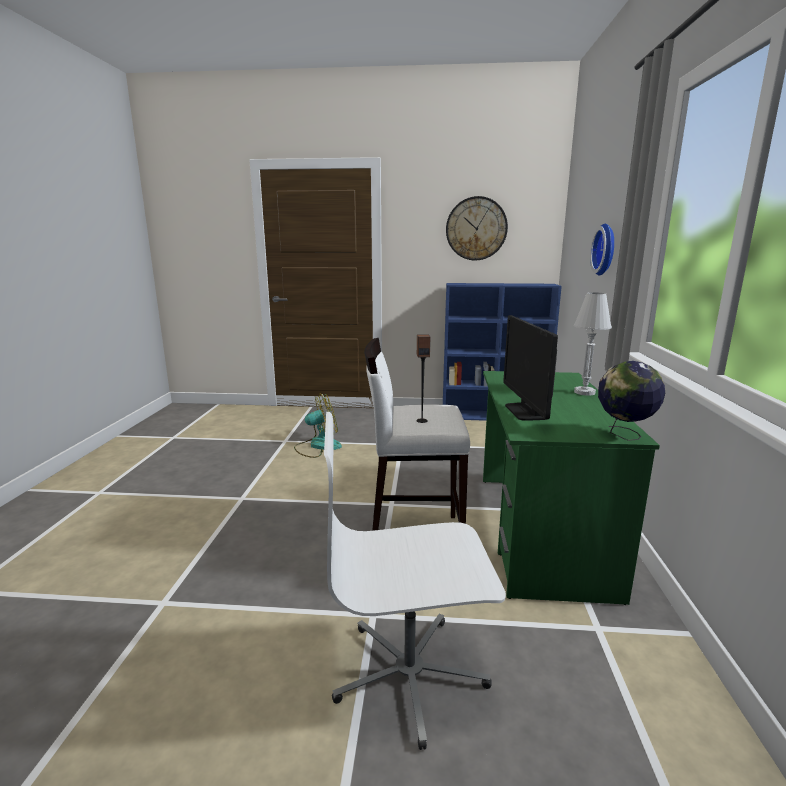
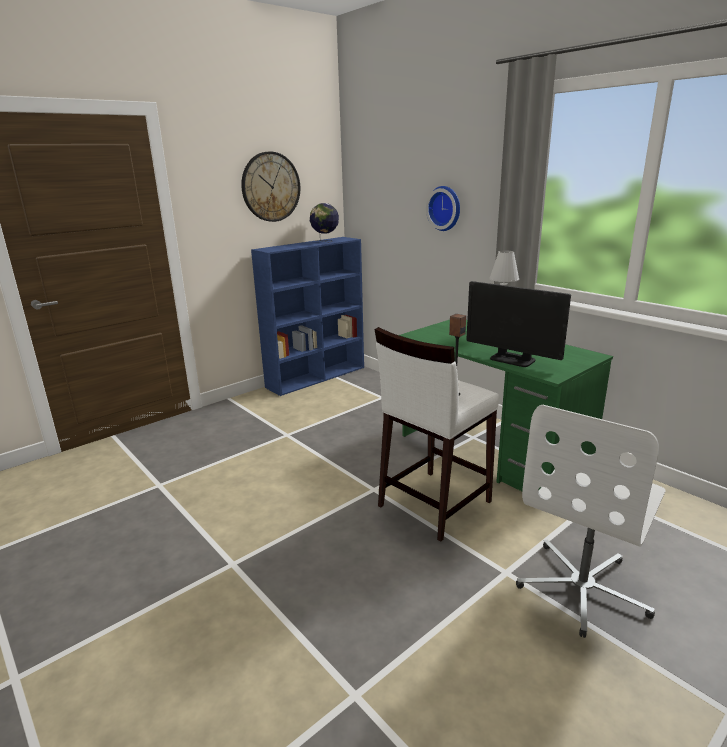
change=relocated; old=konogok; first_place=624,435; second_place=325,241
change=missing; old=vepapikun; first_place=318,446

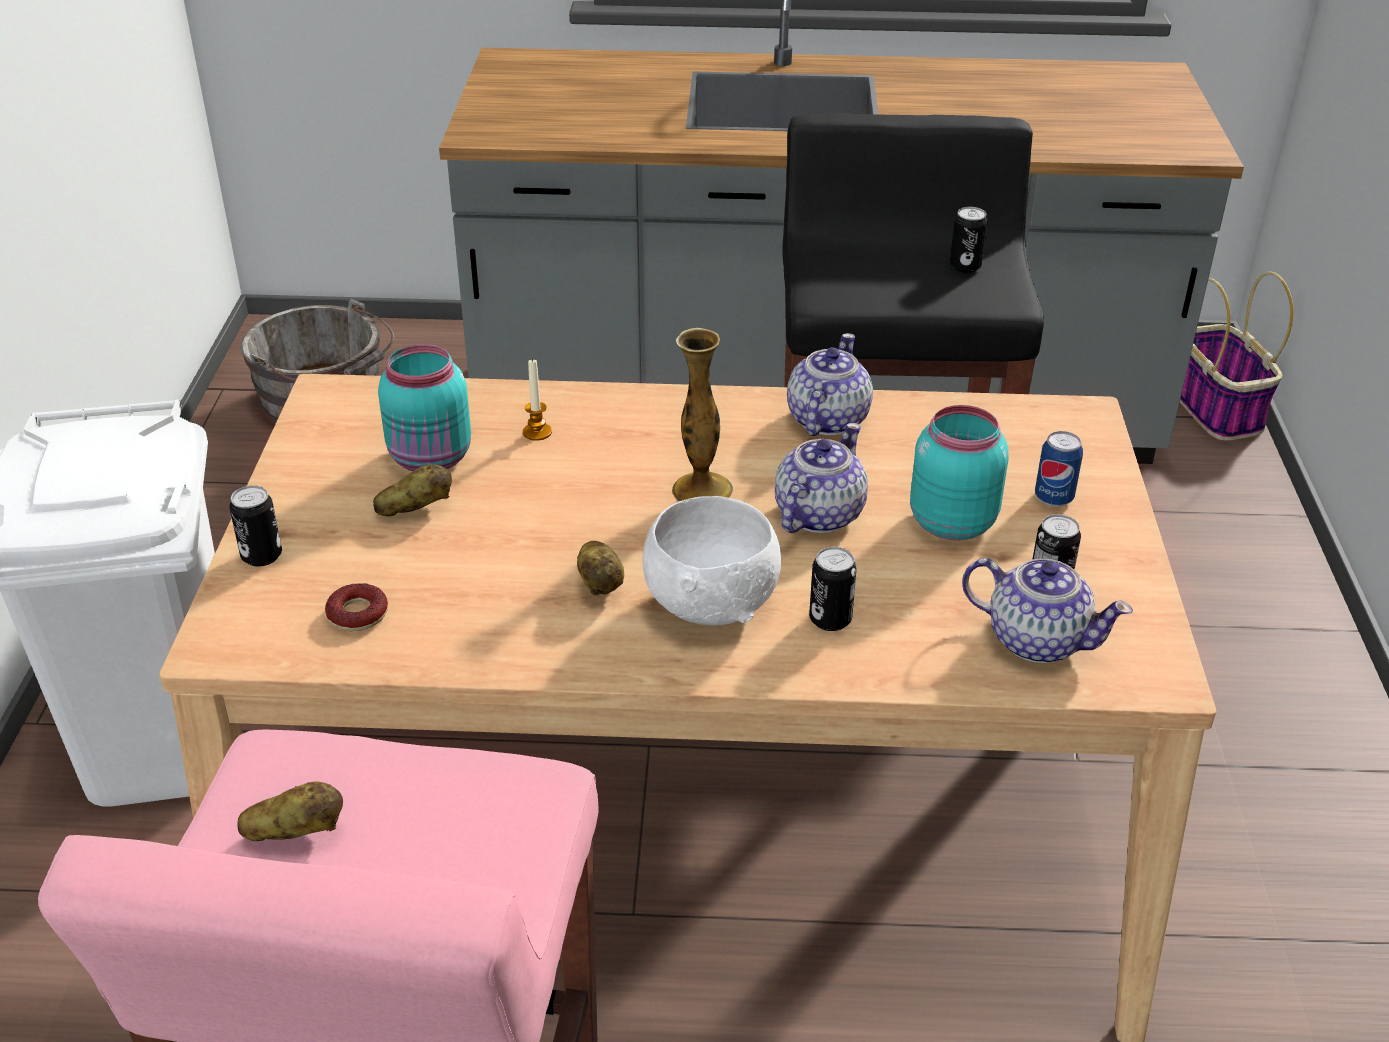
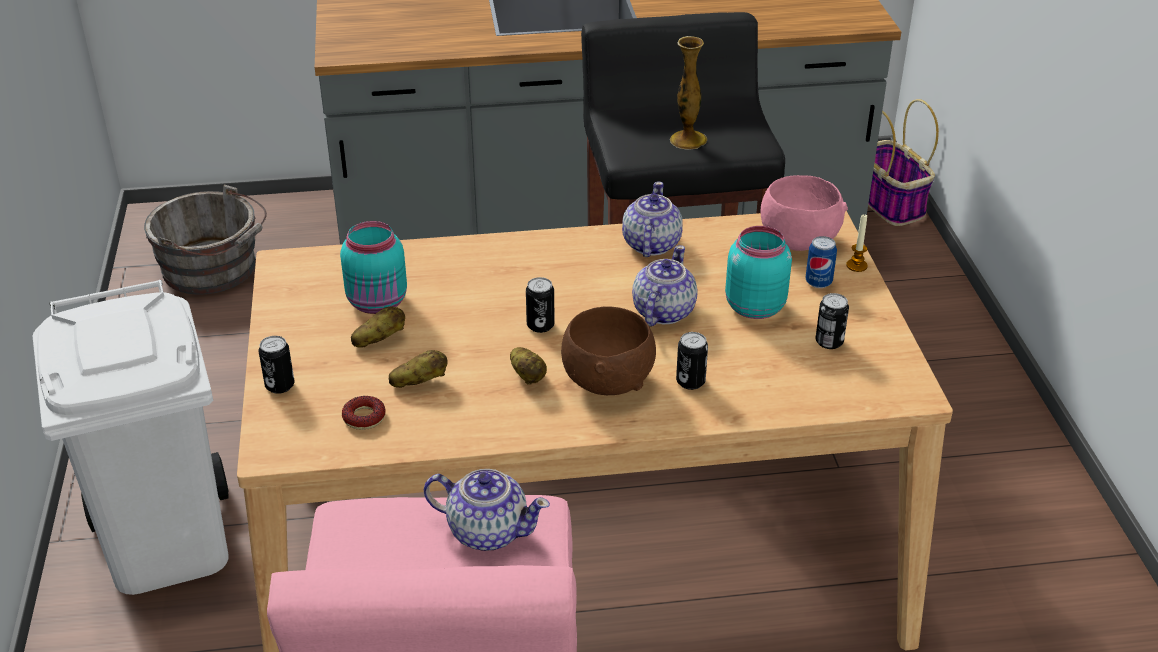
change=relocated; old=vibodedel; first_place=965,266; second_place=540,325
change=relocated; old=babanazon; first_place=702,490; second_place=688,140
change=relocated; old=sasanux; first_place=537,432; second_place=856,266
change=colour; old=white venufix; new=brown venufix; first_place=712,604; second_place=608,381
change=relocated; old=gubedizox; first_place=1036,639; second_place=487,530
change=relocated; old=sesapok; first_place=295,833; second_place=419,382
change=appeared; new=pink venufix; second_place=797,240

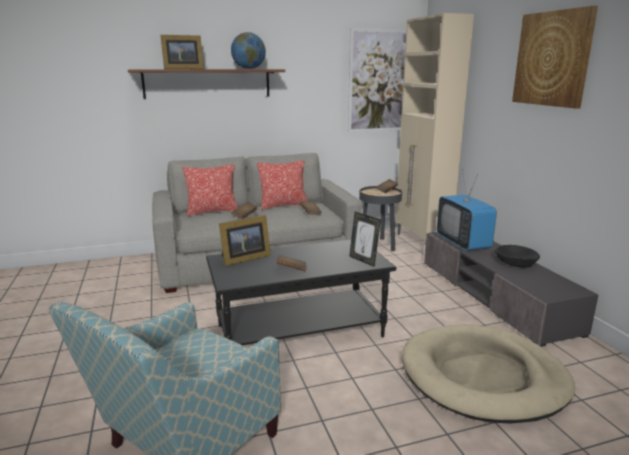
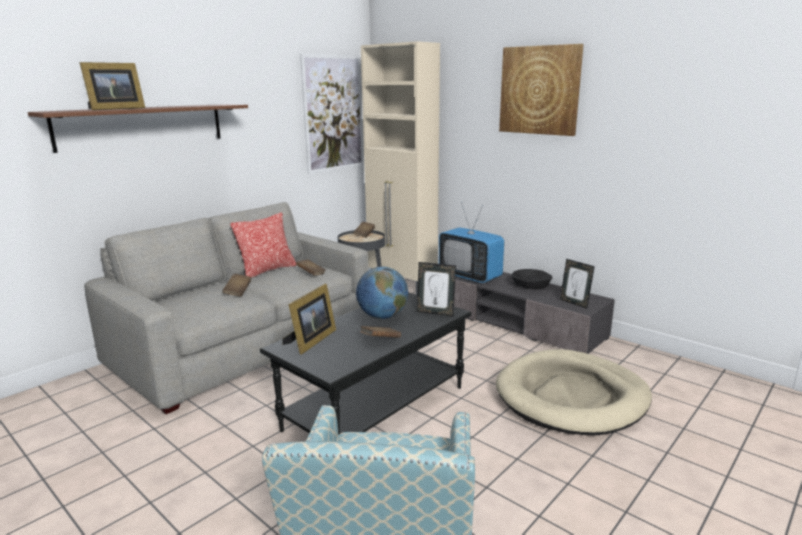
change=relocated; old=konogok; first_place=249,69; second_place=382,316
change=missing; old=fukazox; first_place=212,212
change=appeared; new=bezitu; second_place=574,303

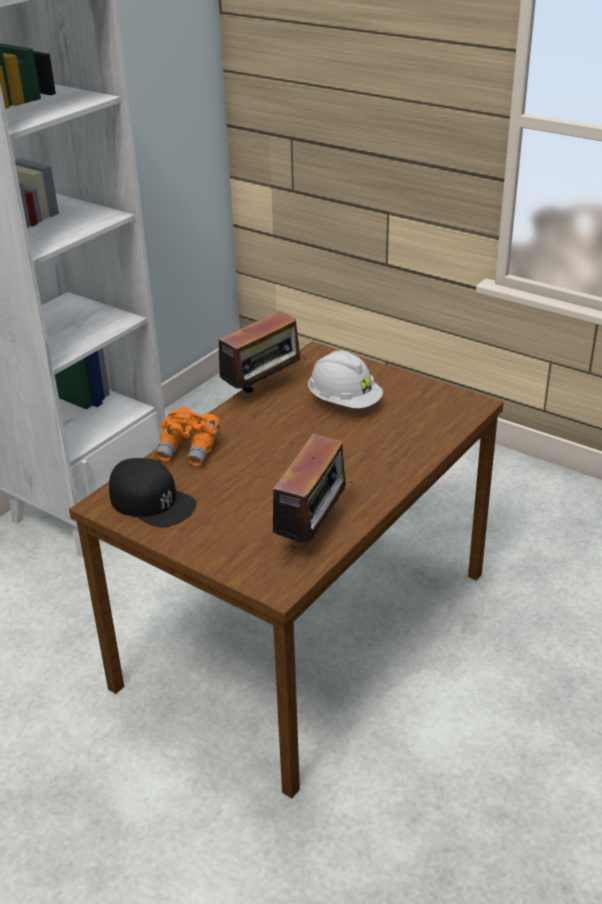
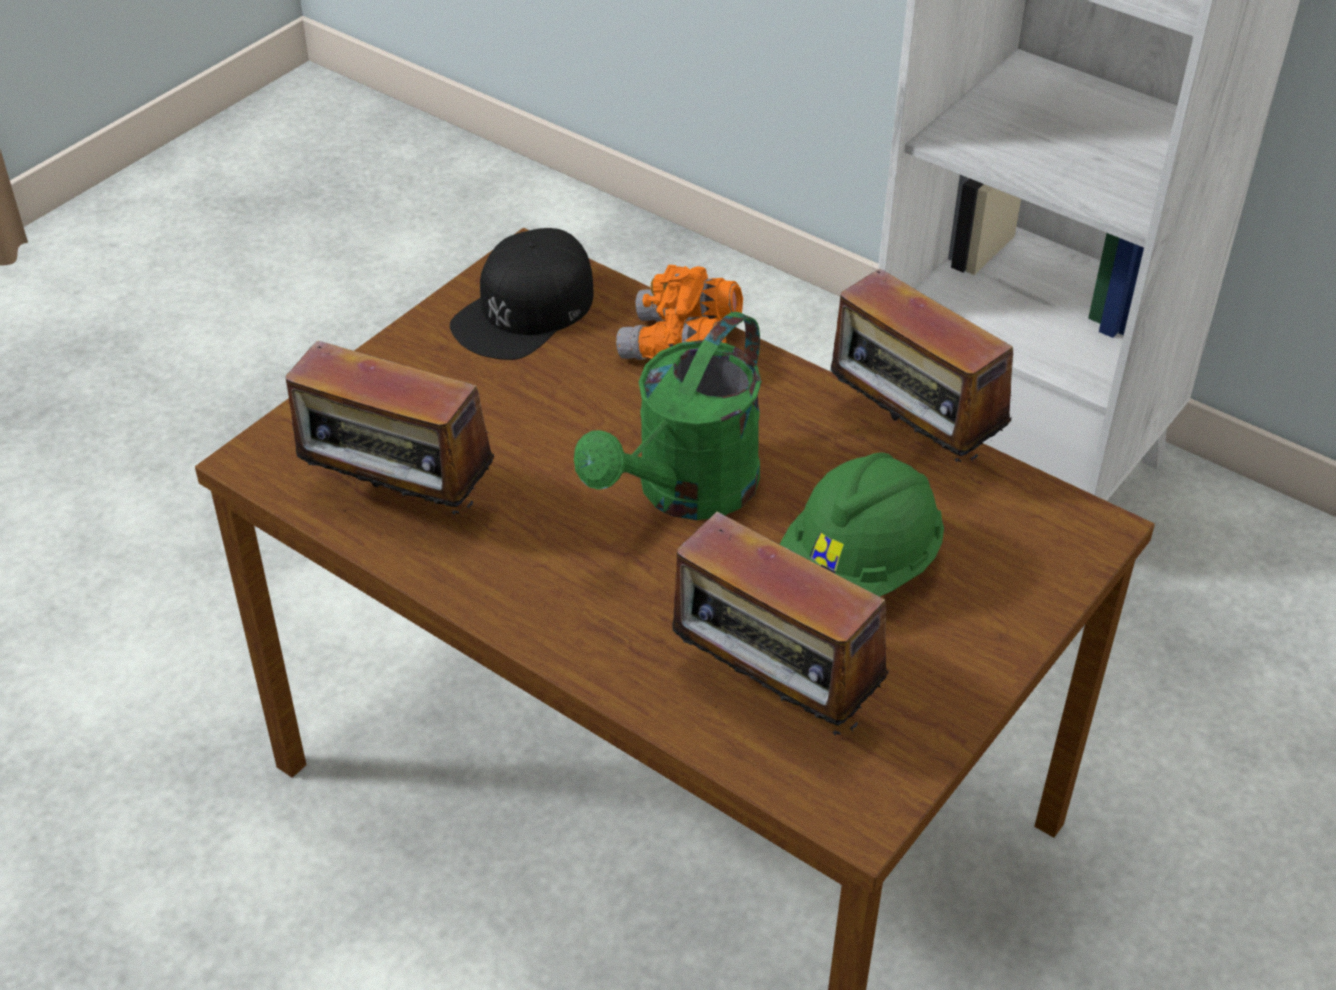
change=colour; old=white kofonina; new=green kofonina; first_place=344,402; second_place=860,566
change=appeared; new=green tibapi; second_place=685,493
change=appeared; new=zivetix; second_place=772,697

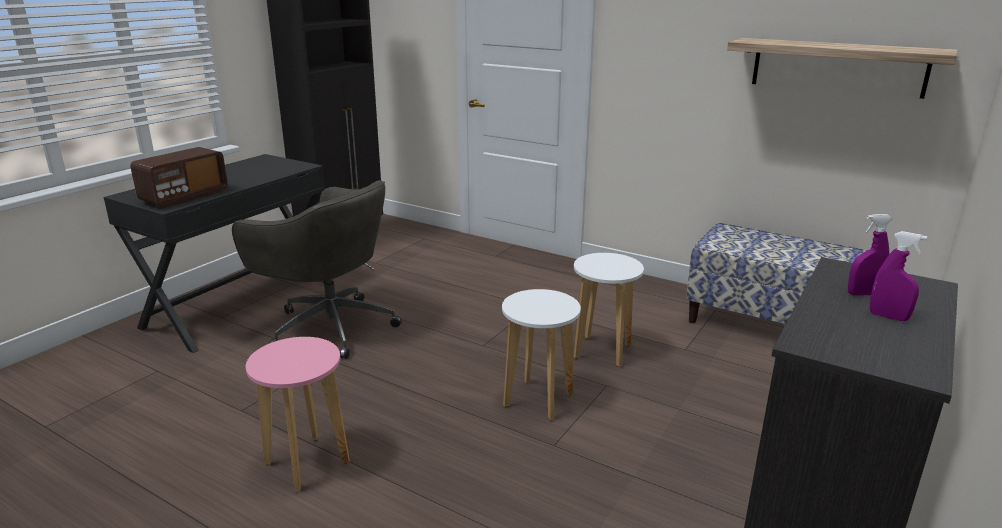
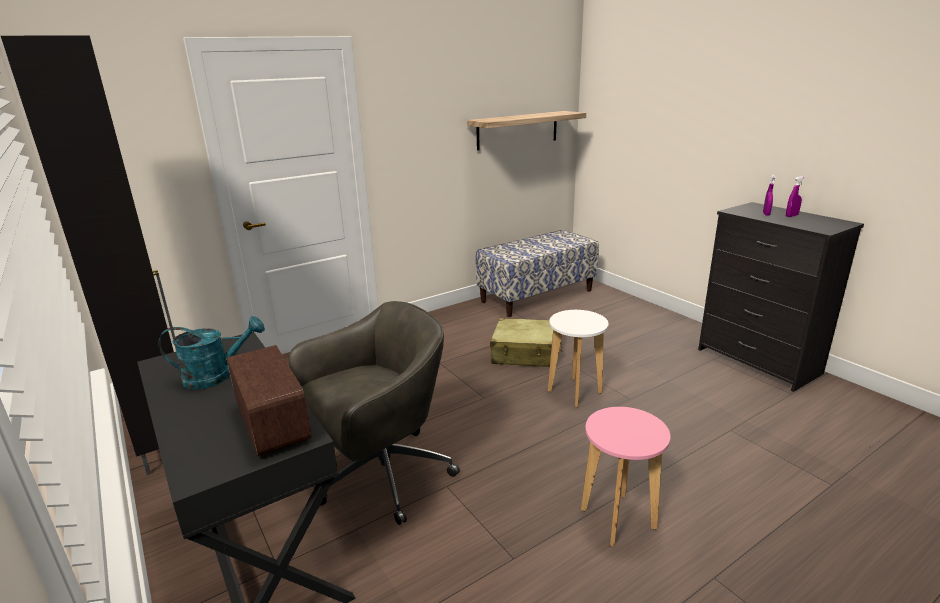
change=exchanged; old=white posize; new=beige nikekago; first_place=603,351; second_place=526,353
change=appeared; new=turquoise tibapi; second_place=216,376

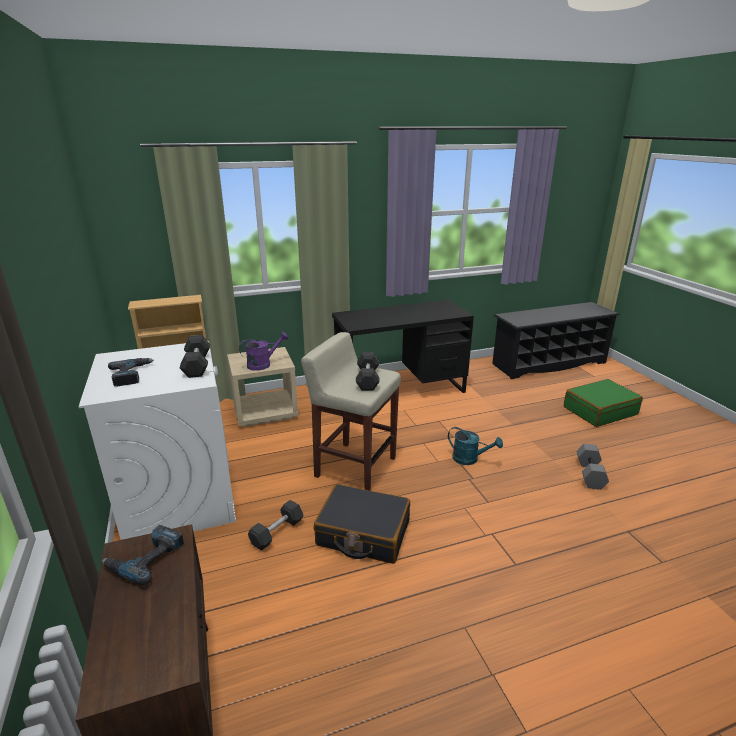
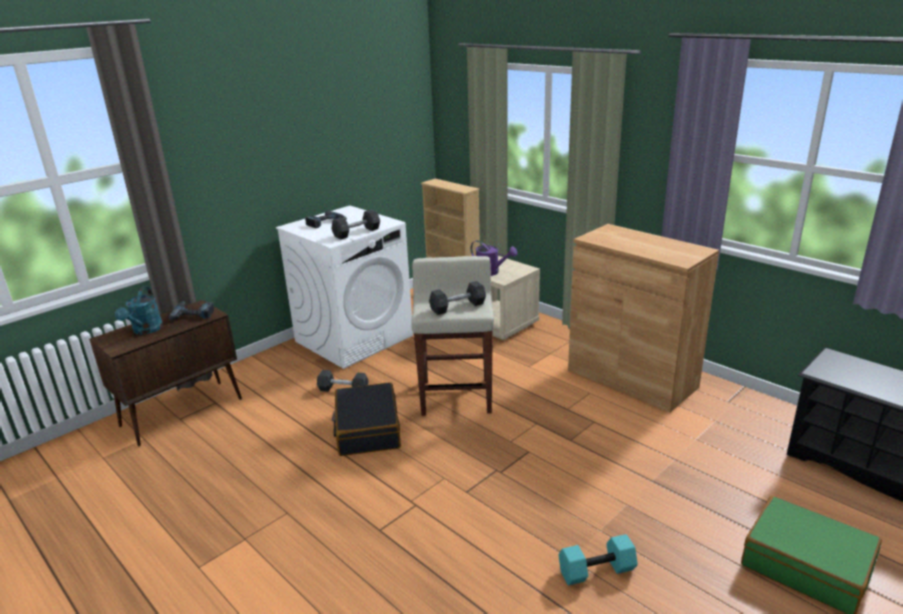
change=exchanged; old=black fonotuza; new=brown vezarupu; first_place=400,390; second_place=631,378
change=relocated; old=turquoise tibapi; first_place=470,459; second_place=145,330
change=colour; old=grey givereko; new=turquoise givereko; first_place=589,474; second_place=596,570

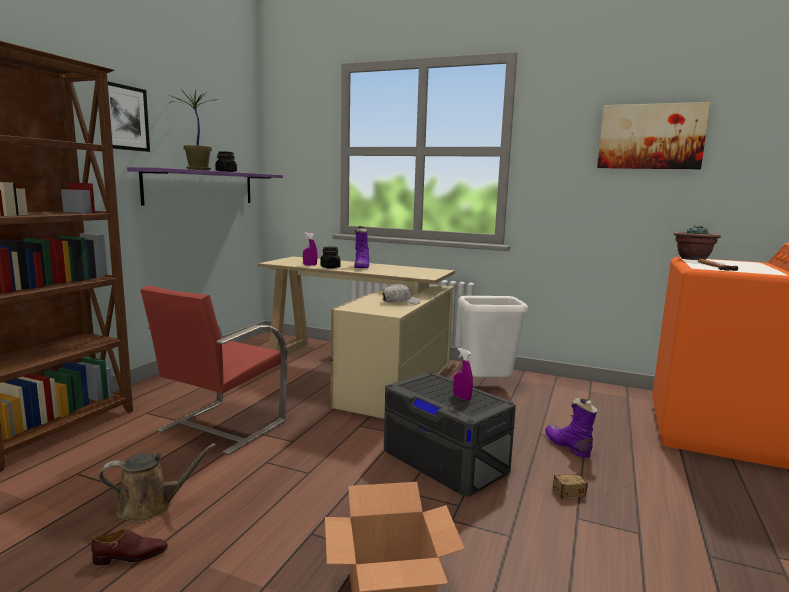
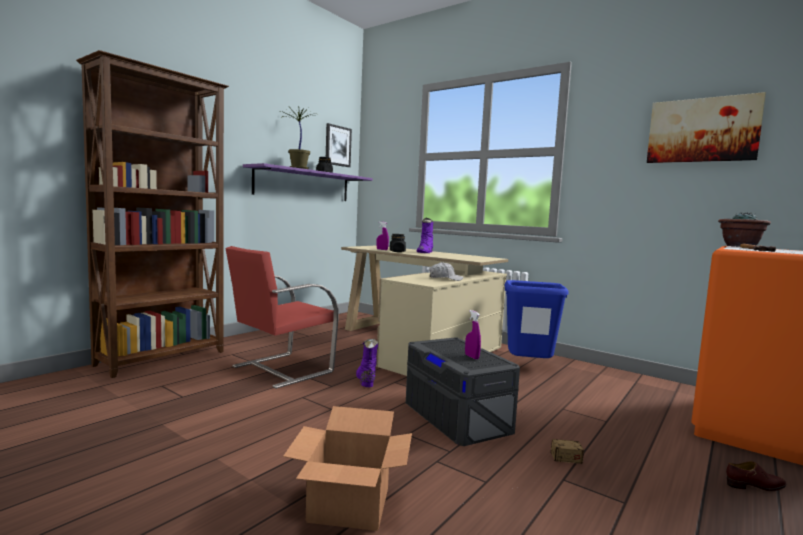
change=relocated; old=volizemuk; first_place=123,117; second_place=337,146
change=colour; old=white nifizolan; new=blue nifizolan; first_place=486,387; second_place=528,367
change=relocated; old=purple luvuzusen; first_place=567,446; second_place=365,380
change=missing; old=brown tibapi; first_place=151,507
change=relocated; old=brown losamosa; first_place=130,556; second_place=755,486

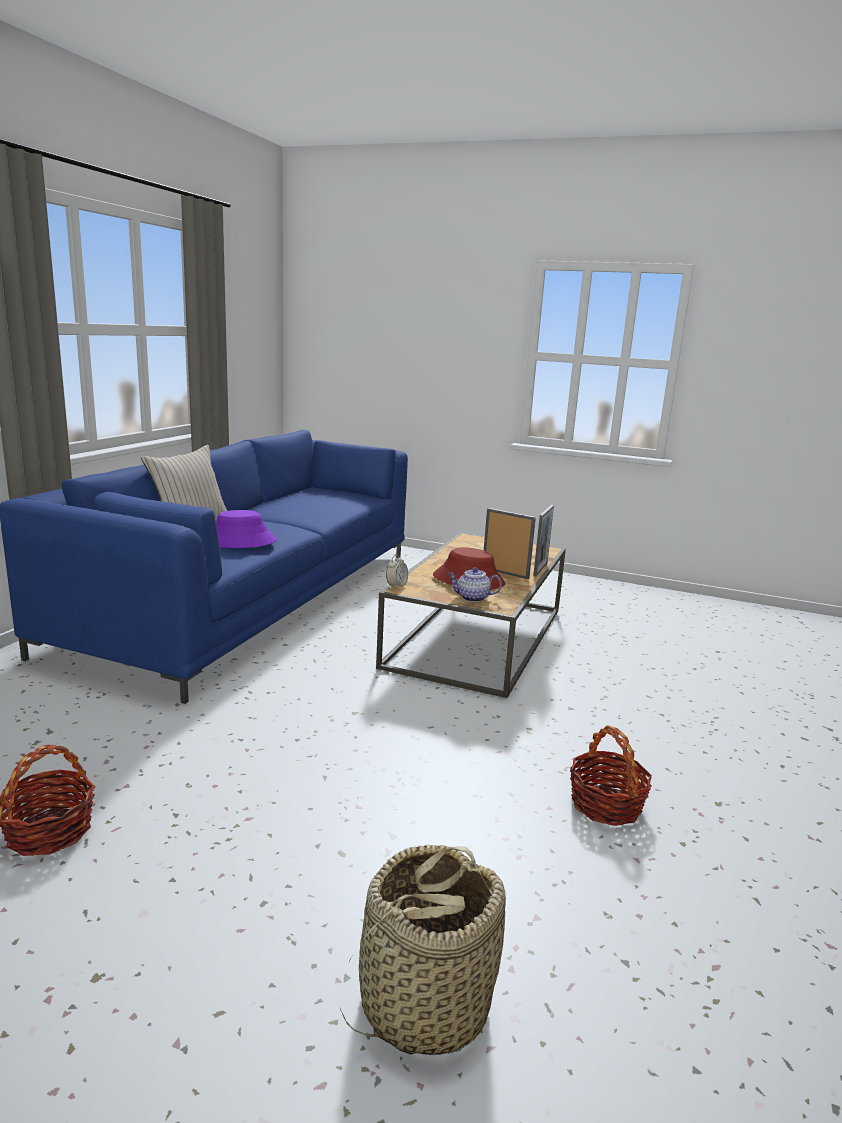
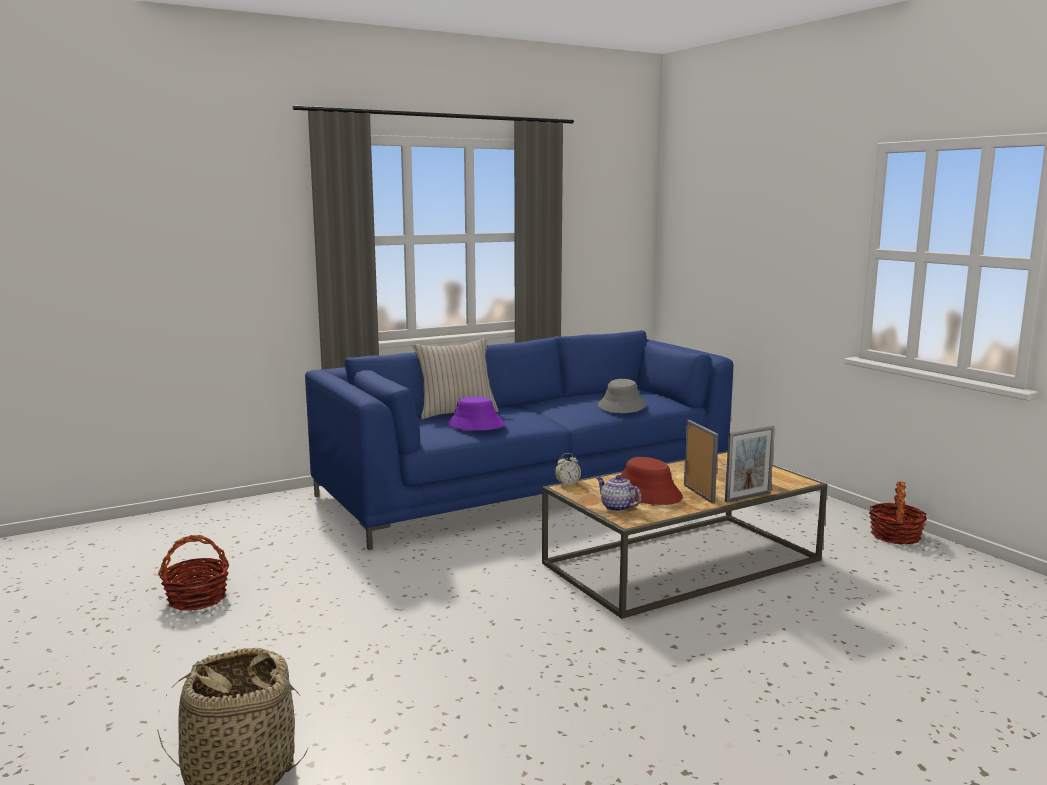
change=relocated; old=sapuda; first_place=606,805; second_place=895,536
change=appeared; new=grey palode; second_place=622,406

